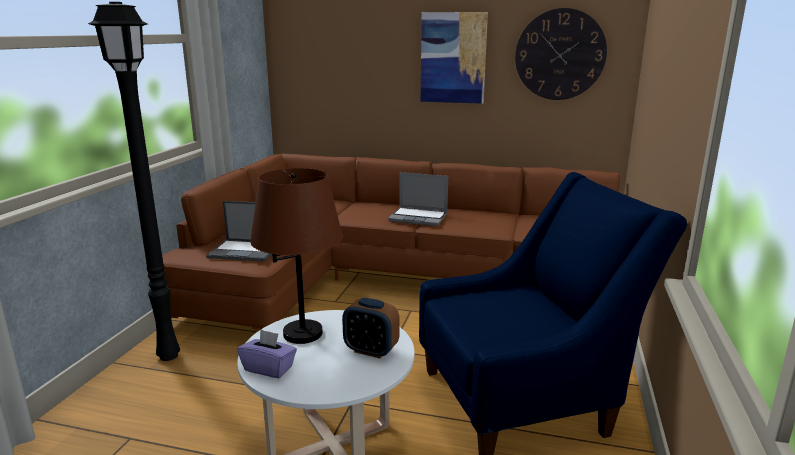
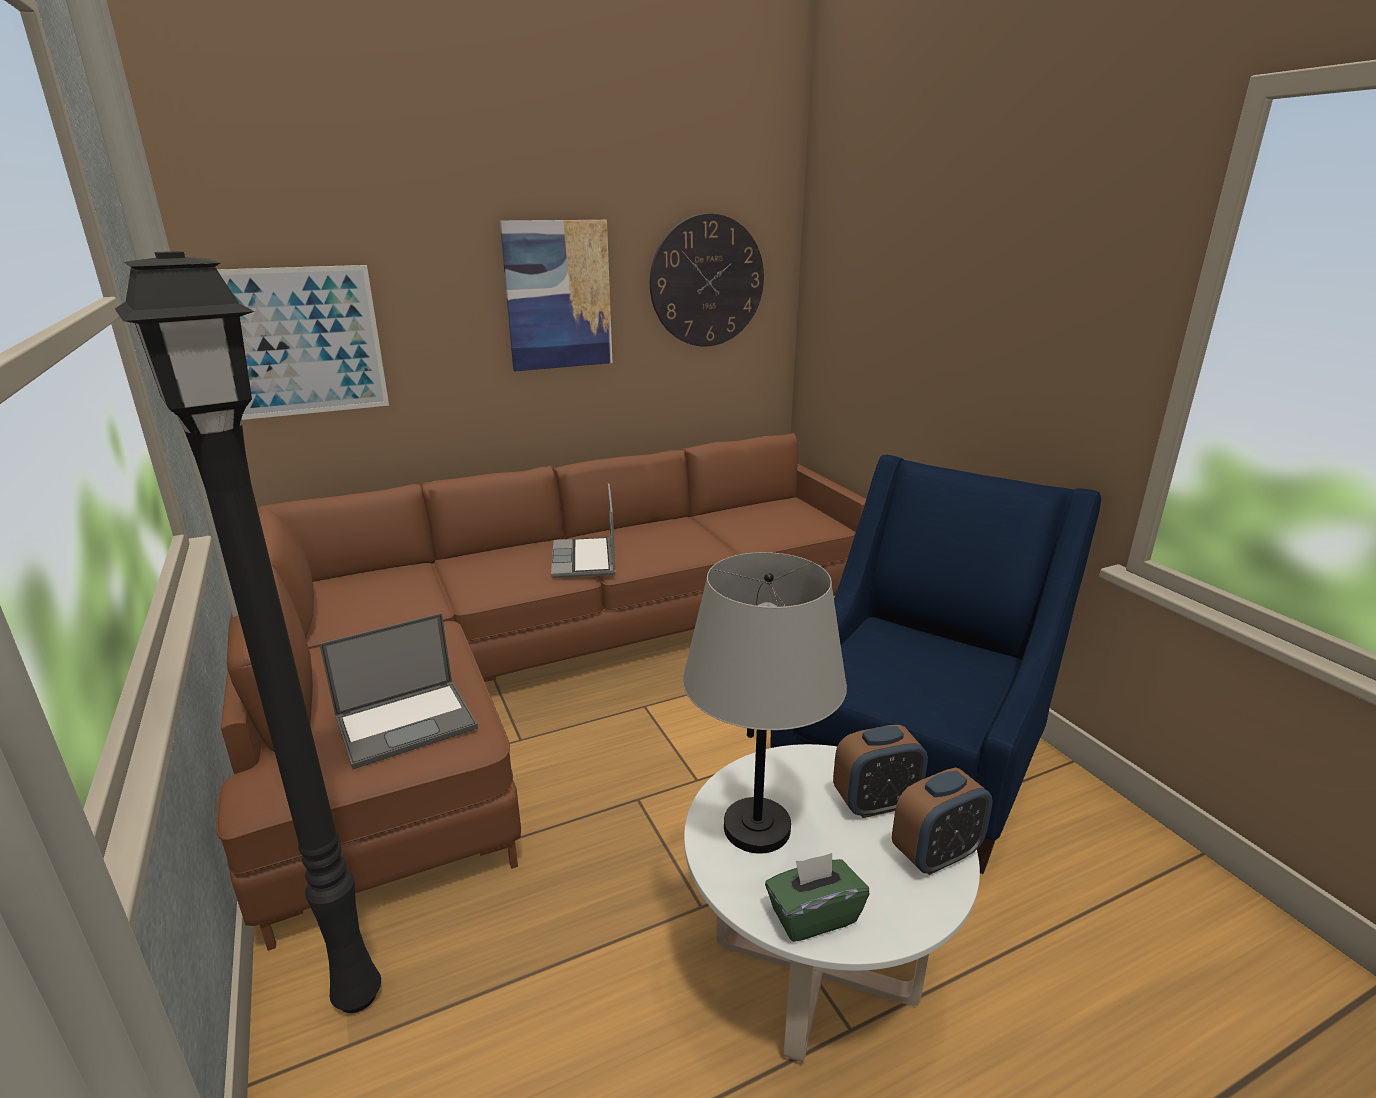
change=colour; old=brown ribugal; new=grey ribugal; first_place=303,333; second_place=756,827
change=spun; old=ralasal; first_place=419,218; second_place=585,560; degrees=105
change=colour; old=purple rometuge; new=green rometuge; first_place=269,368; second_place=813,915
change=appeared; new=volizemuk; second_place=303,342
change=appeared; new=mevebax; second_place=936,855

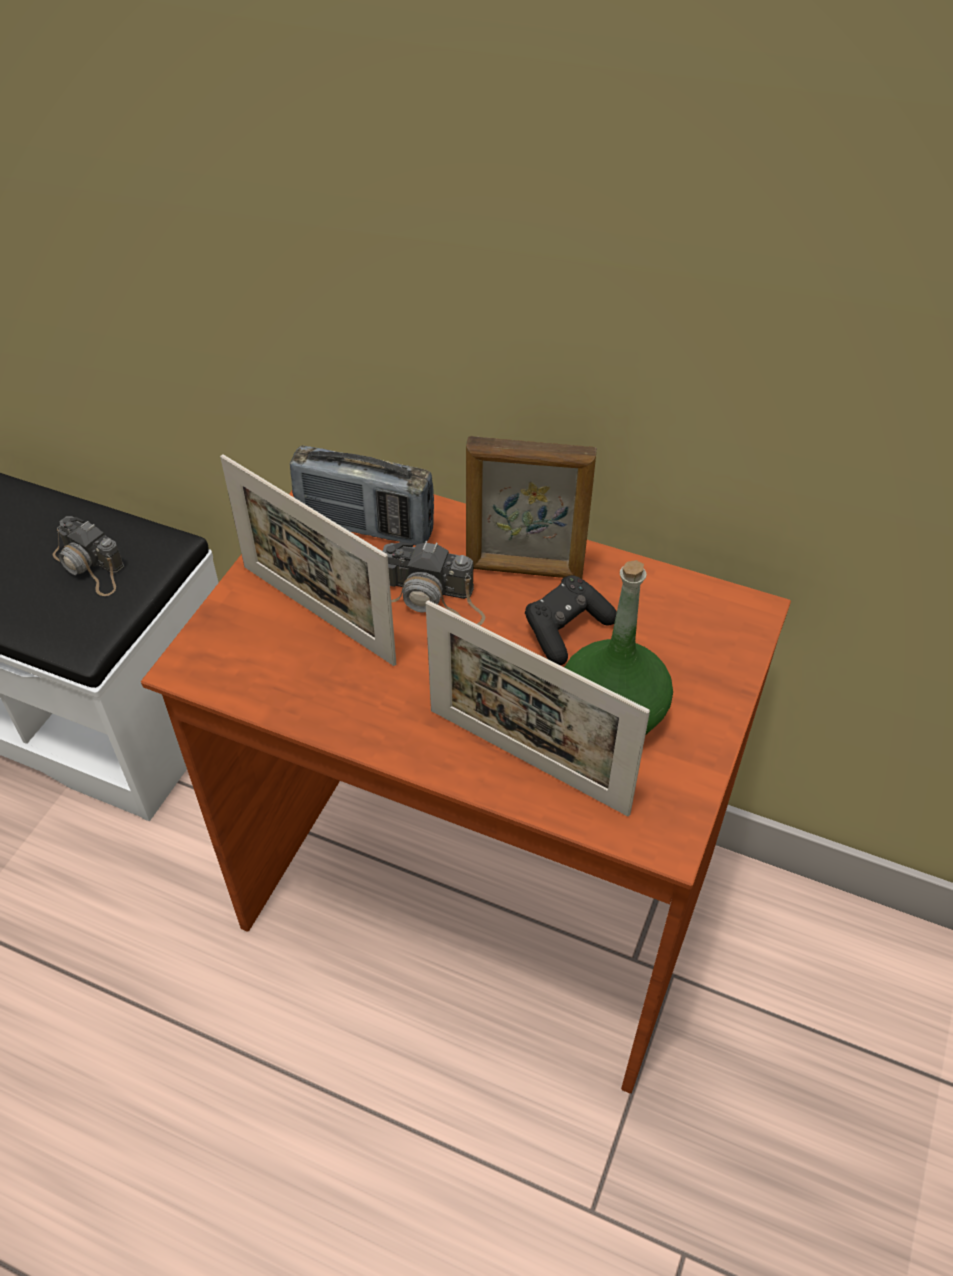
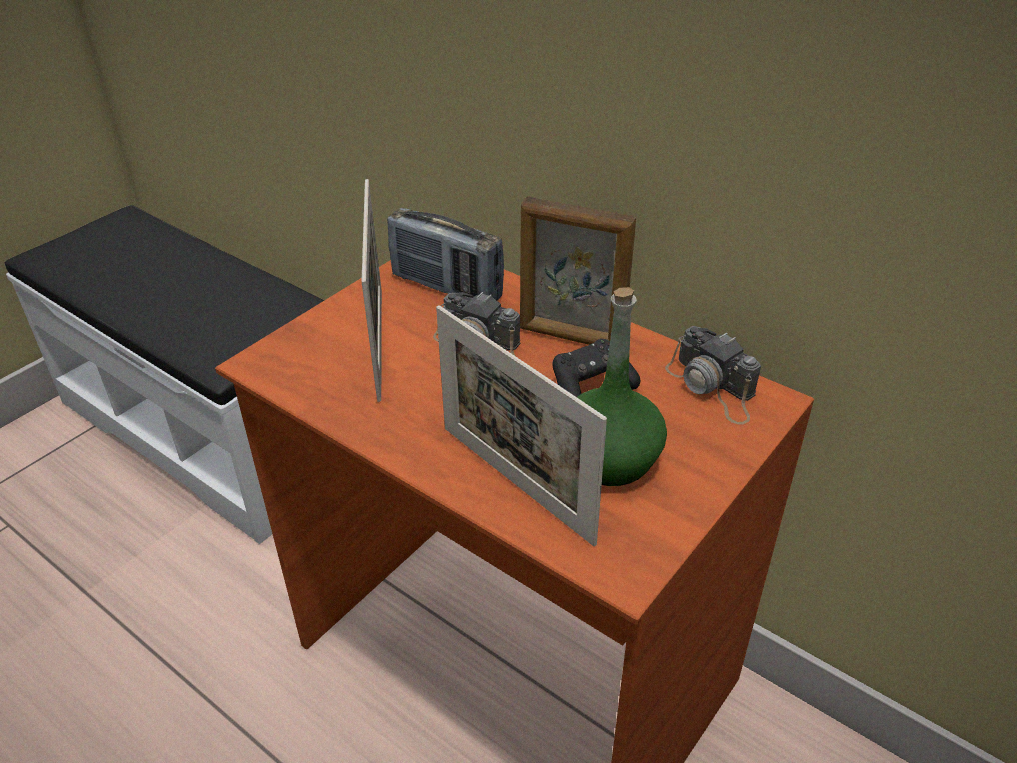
change=spun; old=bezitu; first_place=317,614; second_place=379,342; degrees=-150
change=relocated; old=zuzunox; first_place=90,566; second_place=713,388

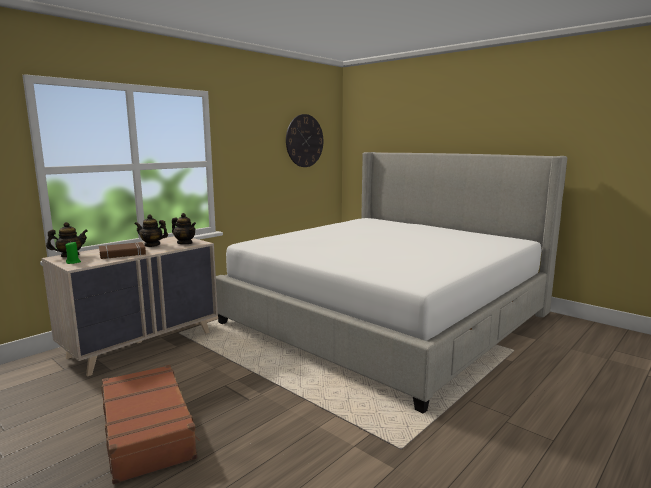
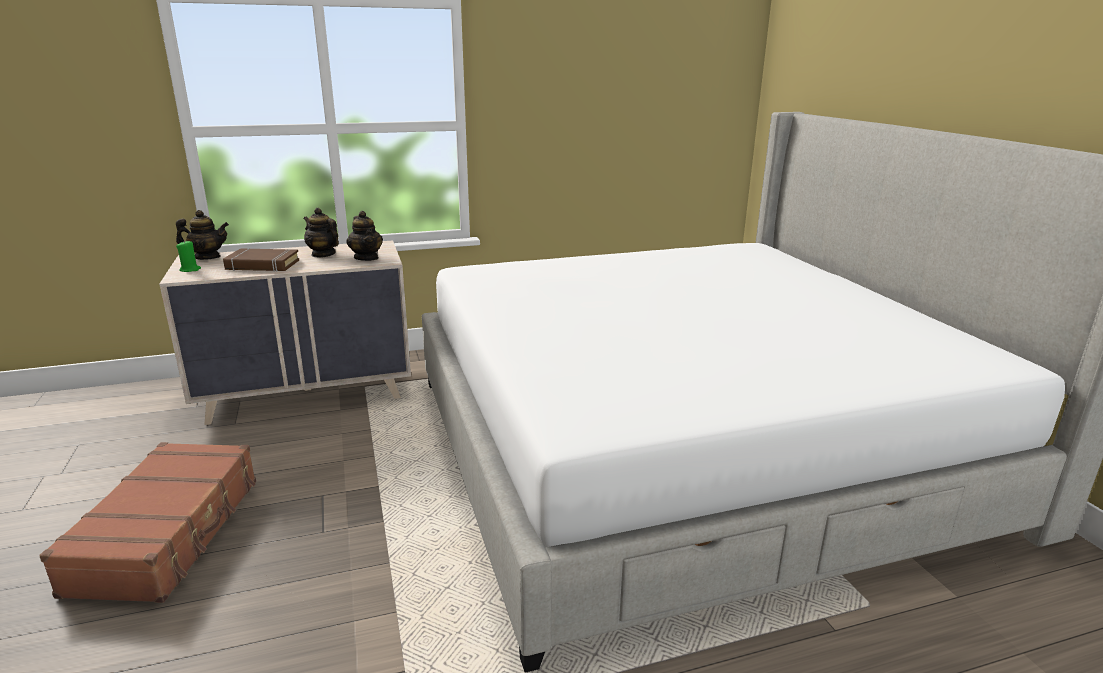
change=missing; old=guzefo; first_place=304,141

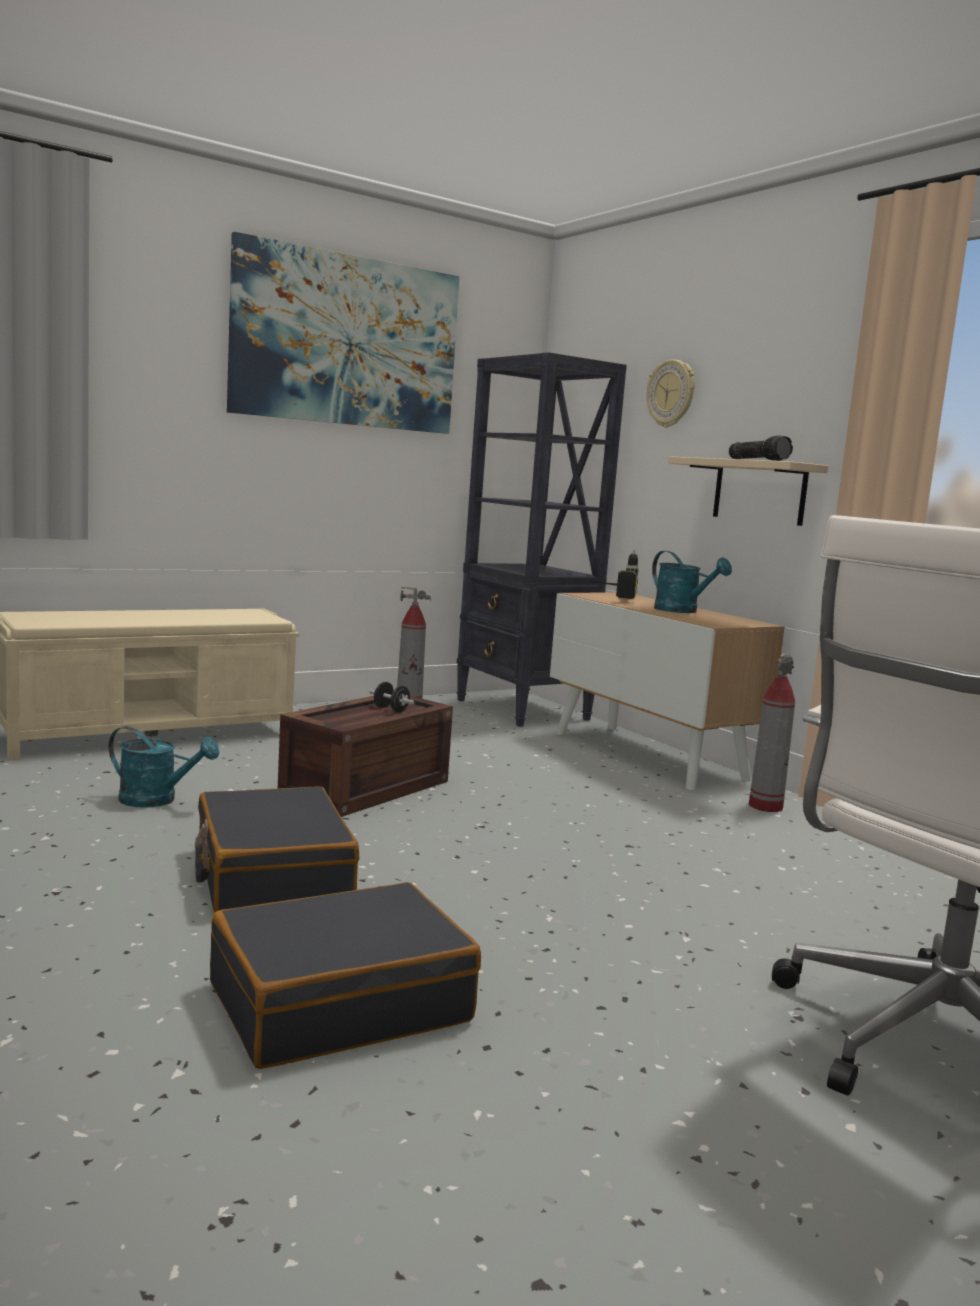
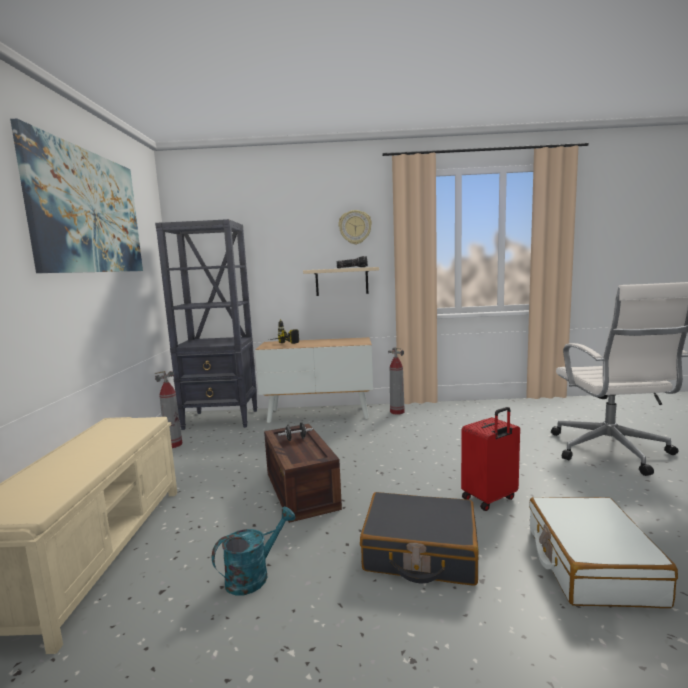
change=relocated; old=guzefo; first_place=671,393; second_place=355,227
change=missing; old=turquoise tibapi; first_place=682,611
change=colour; old=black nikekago; new=white nikekago; first_place=339,1002; second_place=590,564
change=appeared; new=red nikekago; second_place=490,499

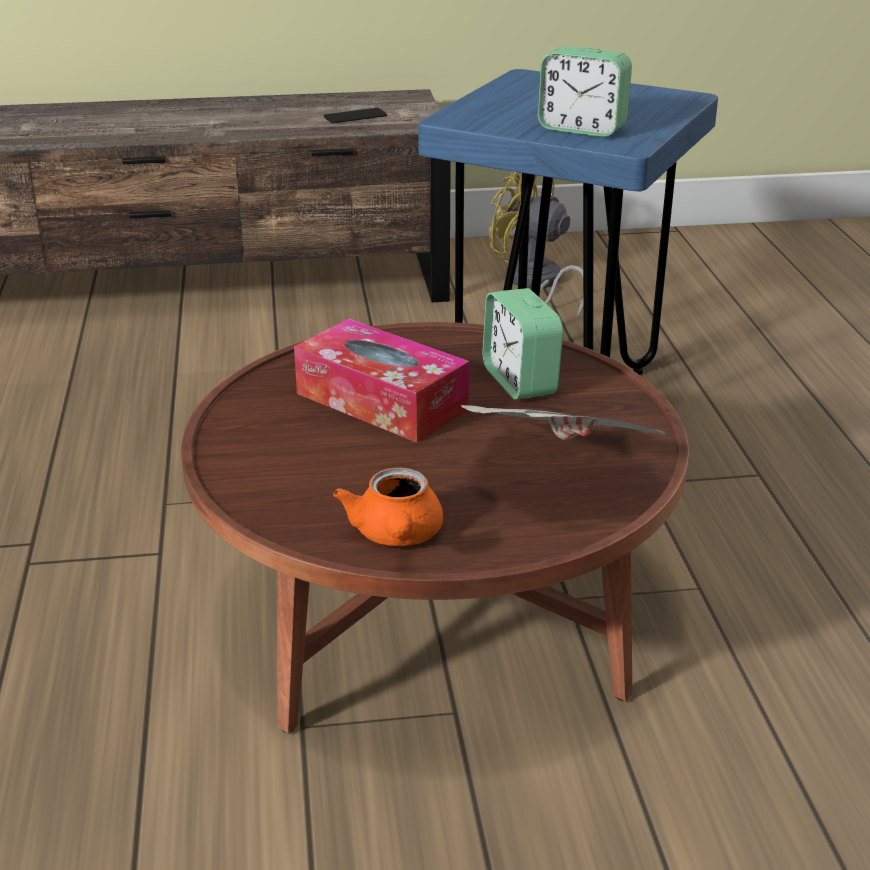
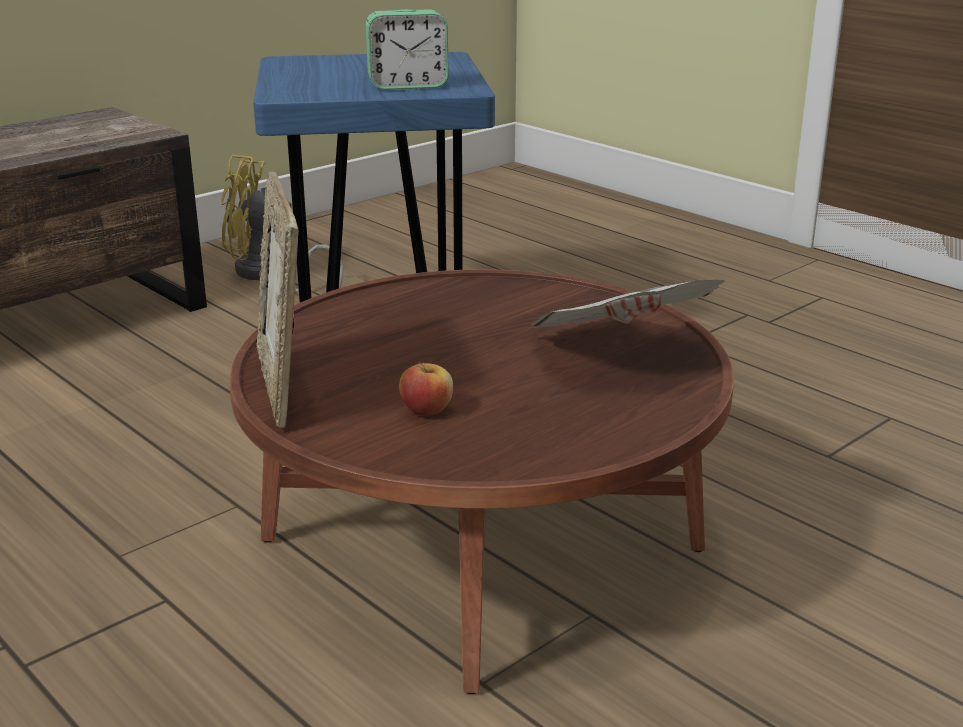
change=missing; old=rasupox; first_place=355,117
change=missing; old=mevebax; first_place=520,381
change=missing; old=rometuge; first_place=381,401
change=missing; old=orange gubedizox; first_place=396,536
change=appeared; new=bezitu; second_place=283,386
change=appeared; new=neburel; second_place=426,410

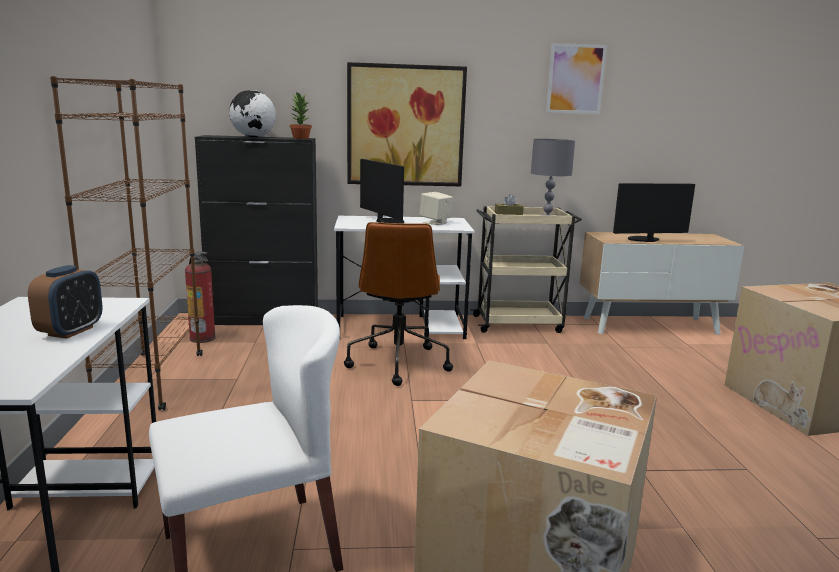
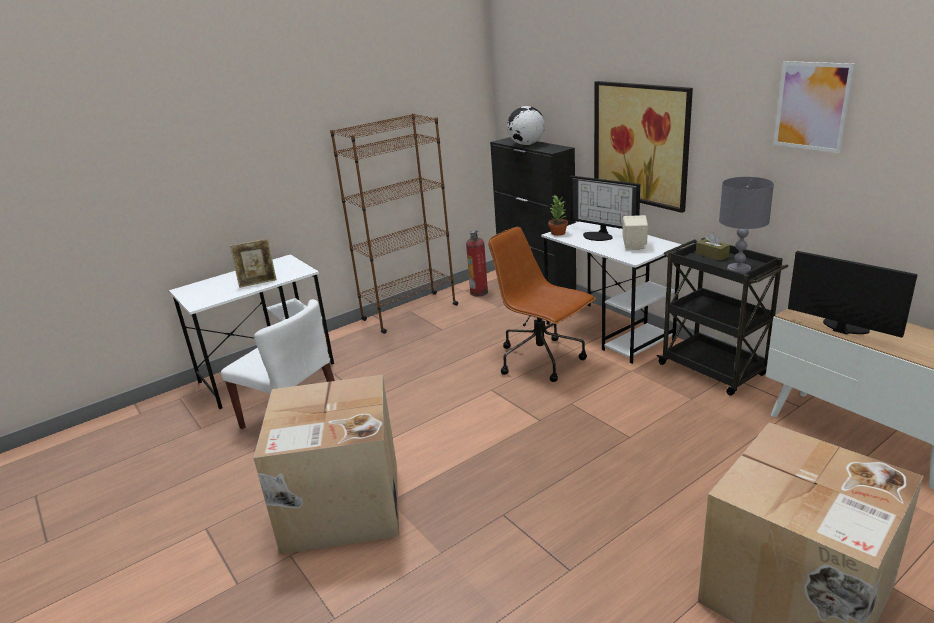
change=relocated; old=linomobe; first_place=300,138; second_place=557,233
change=spun; old=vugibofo; first_place=387,221; second_place=599,235; degrees=105
change=colour; old=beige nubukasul; new=black nubukasul; first_place=519,324; second_place=713,370
change=spun; old=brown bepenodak; first_place=398,362; second_place=542,360; degrees=75
change=exchanged; old=mevebax; new=bezitu; first_place=71,331; second_place=258,283

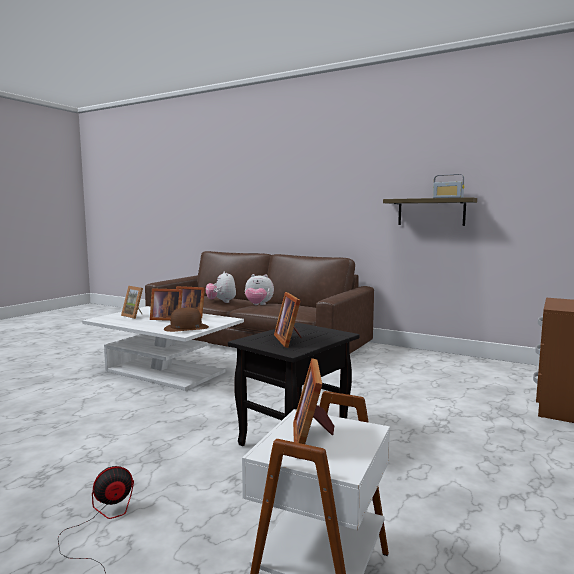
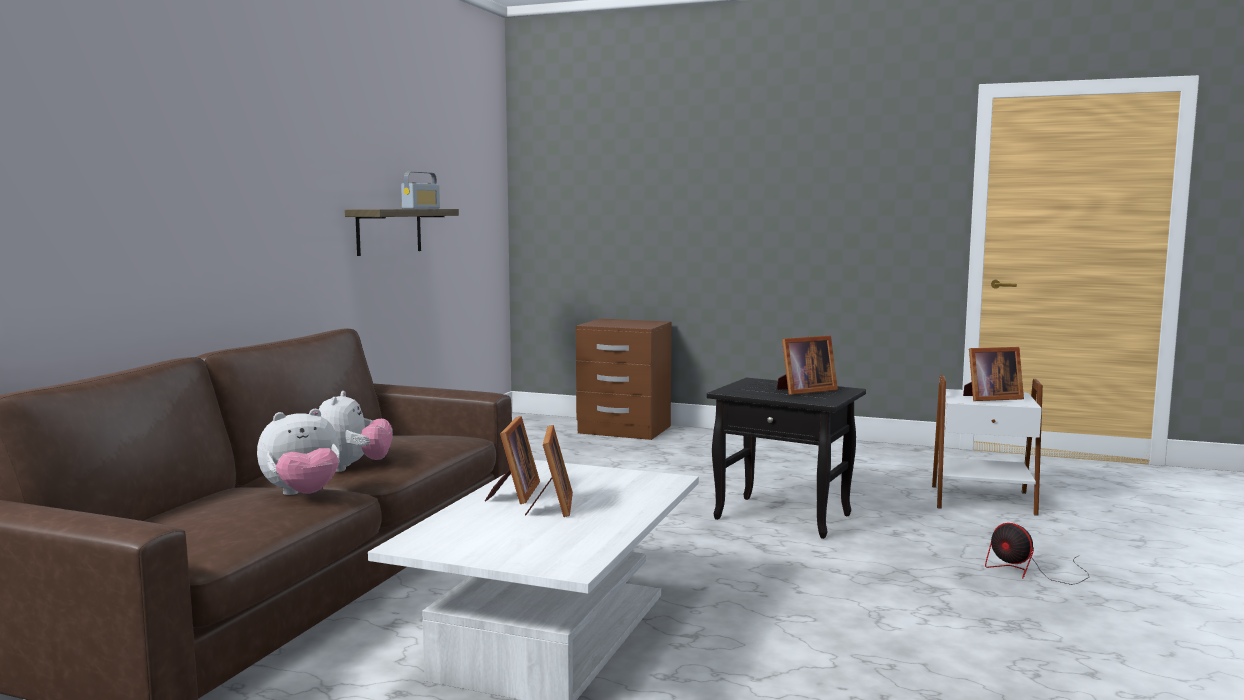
change=missing; old=bezitu; first_place=135,316
change=missing; old=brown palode; first_place=186,328

